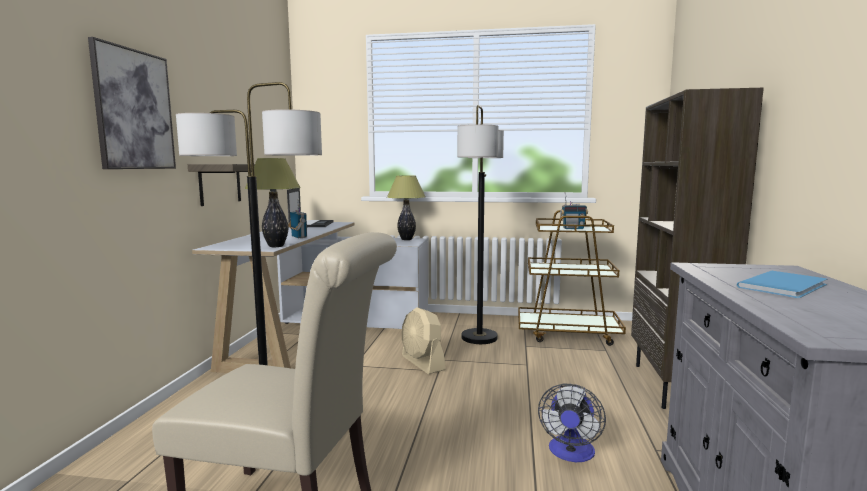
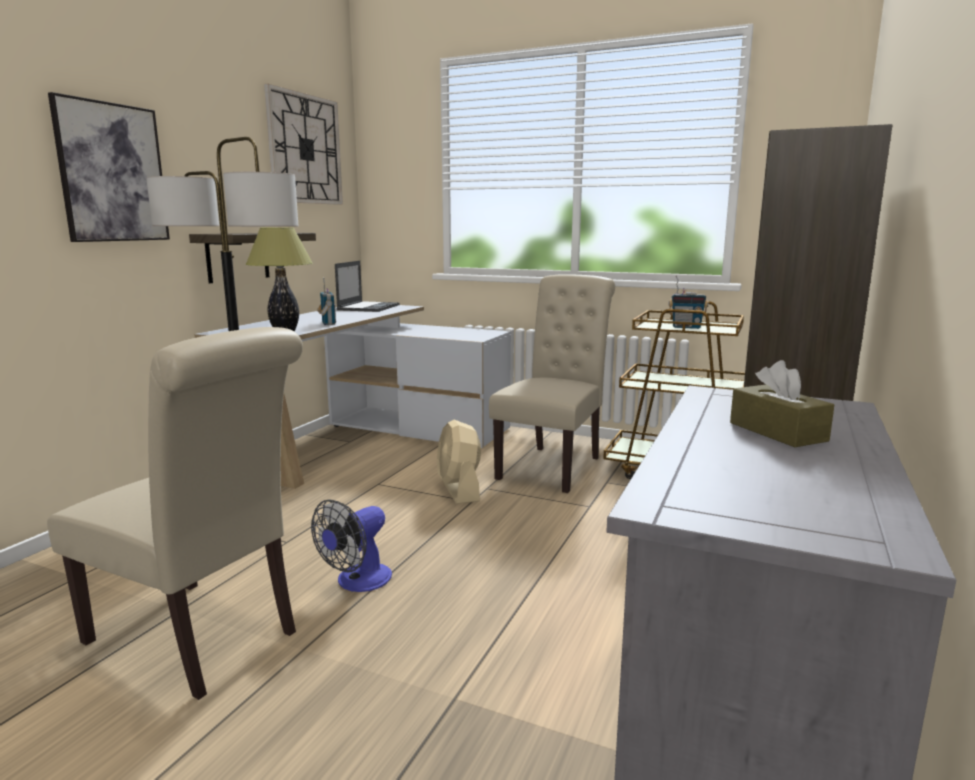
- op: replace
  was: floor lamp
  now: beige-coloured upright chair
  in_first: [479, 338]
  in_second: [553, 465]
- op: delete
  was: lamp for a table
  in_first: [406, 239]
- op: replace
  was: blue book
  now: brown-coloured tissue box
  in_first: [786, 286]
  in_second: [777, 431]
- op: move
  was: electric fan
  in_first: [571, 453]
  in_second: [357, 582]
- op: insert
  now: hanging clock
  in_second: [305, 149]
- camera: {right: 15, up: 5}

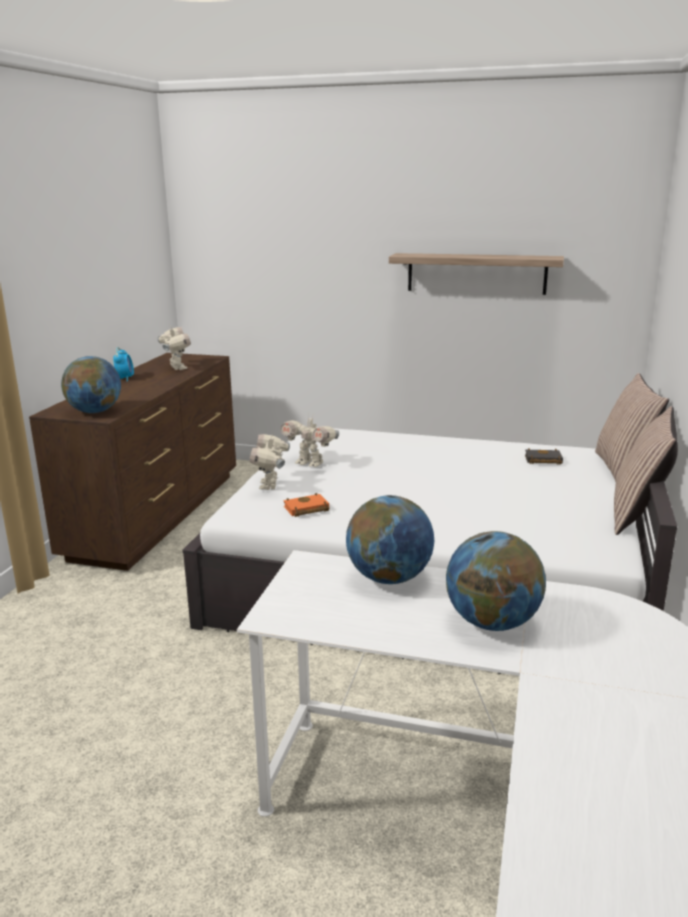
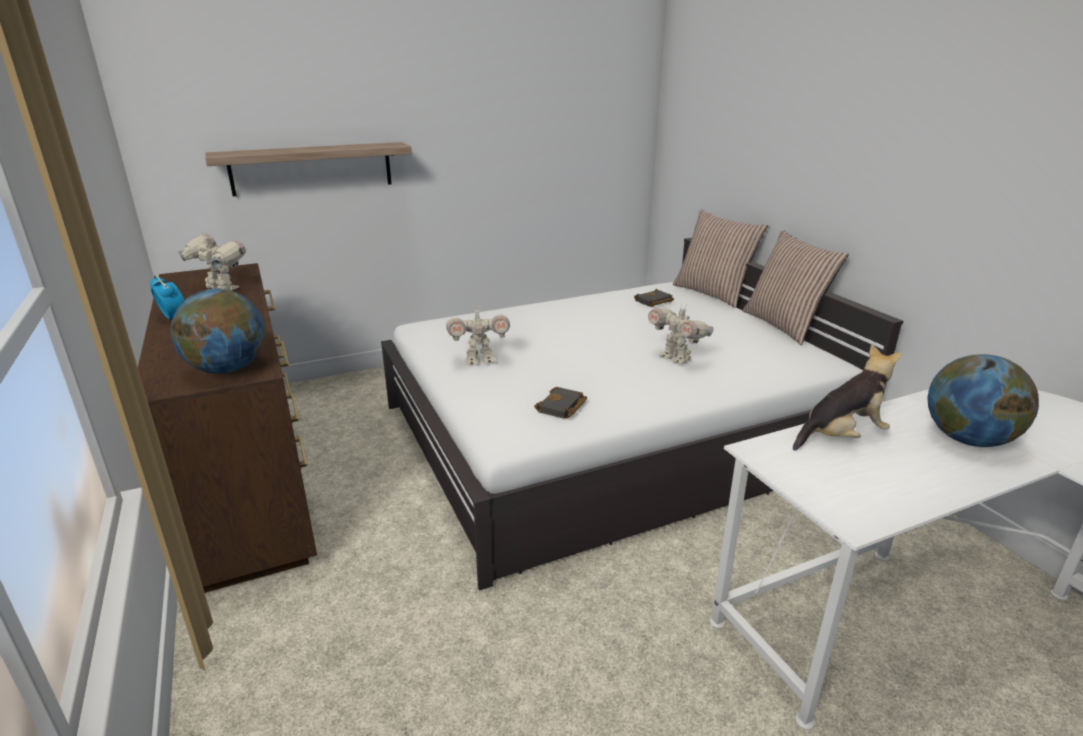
- op: move
  was: bracket shelf
  in_first: [476, 273]
  in_second: [312, 168]
- op: move
  was: robot figure
  in_first: [270, 485]
  in_second: [676, 358]
- op: recolor
  was: orangey book
  now: blackish book
  in_first: [306, 509]
  in_second: [562, 407]
- op: replace
  was: desk globe
  now: soft toy
  in_first: [389, 578]
  in_second: [841, 436]
- camera: {right: -40, up: 5}

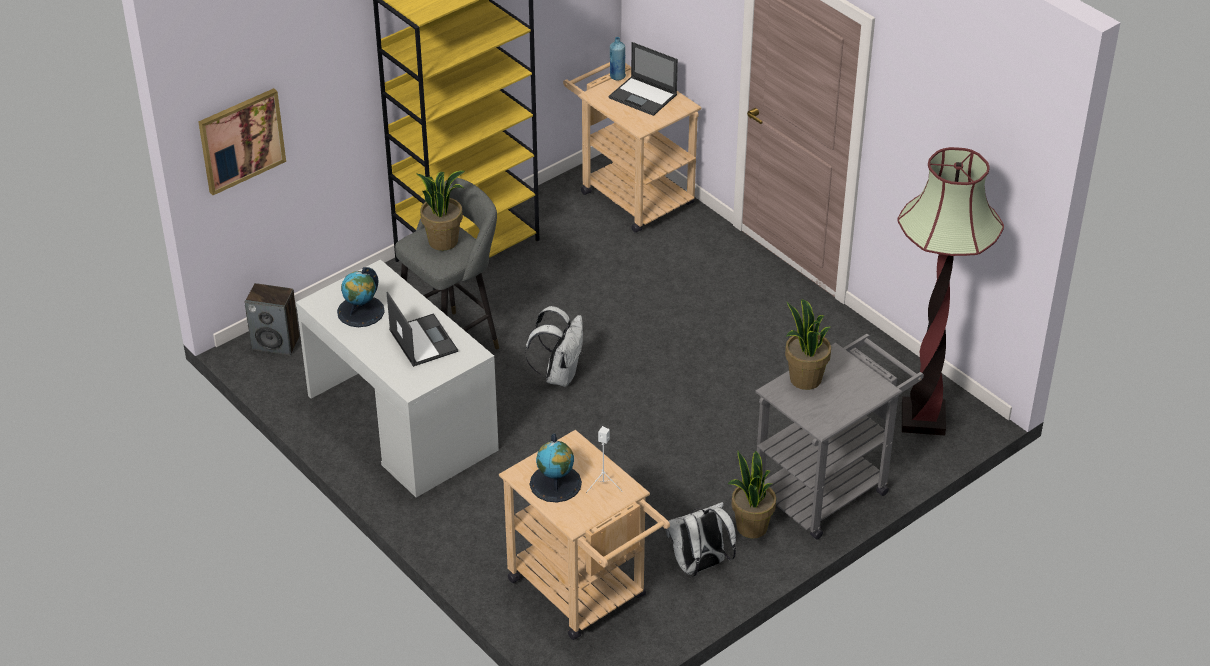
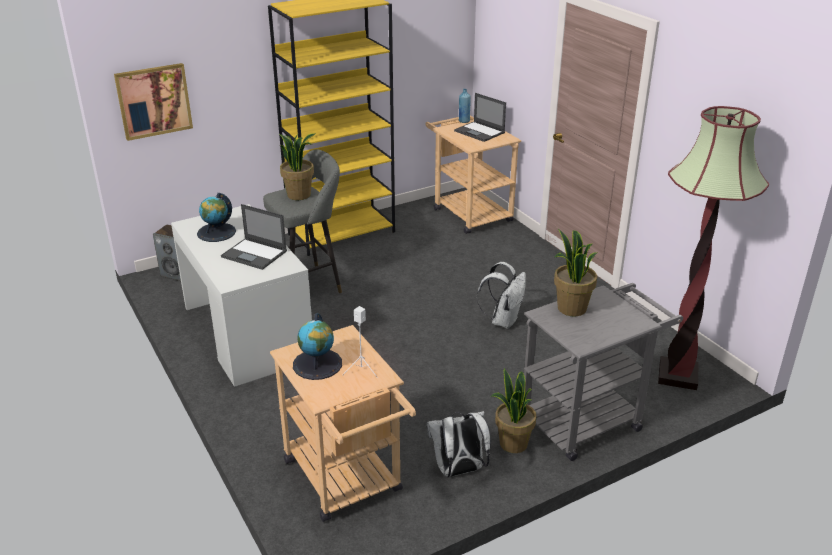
- op: rotate
  was: laptop
  in_first: [422, 340]
  in_second: [255, 254]
  clockwise: 135
- op: move
  was: whitish rucksack
  in_first: [559, 375]
  in_second: [503, 320]
- camera: {right: 10, up: -10}

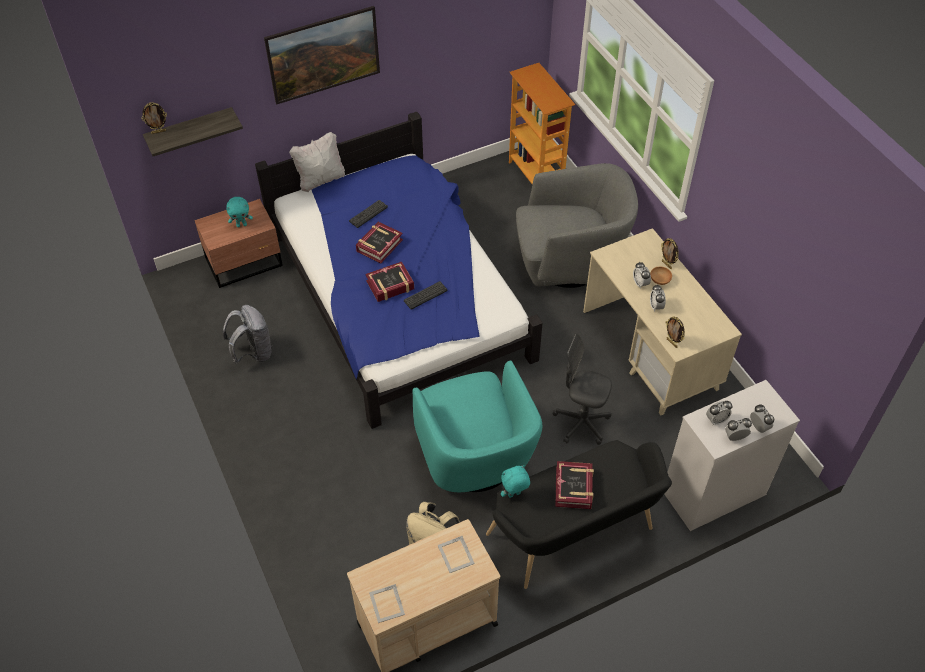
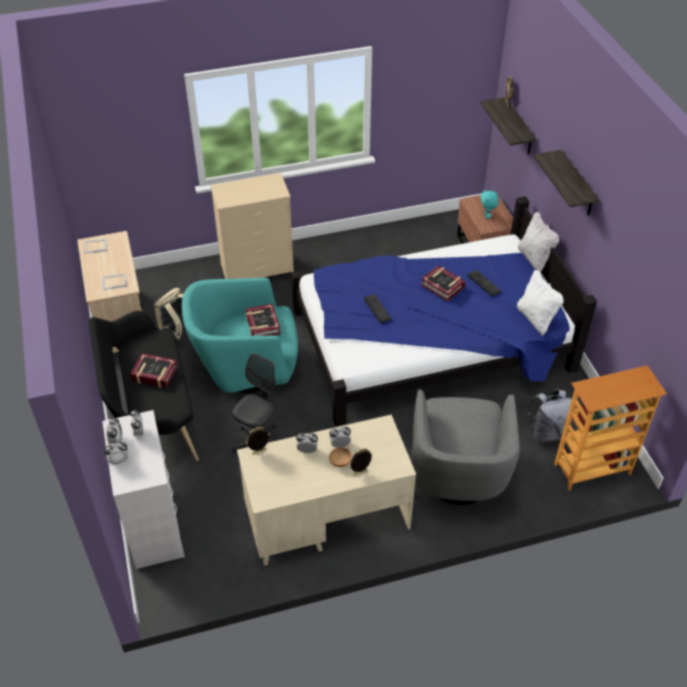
- op: replace
  was: wall art
  now: bracket shelf
  in_first: [326, 71]
  in_second: [577, 184]
- op: move
  was: book
  in_first: [390, 285]
  in_second: [262, 324]
- op: move
  was: greyish rucksack
  in_first: [253, 353]
  in_second: [546, 433]
- op: delete
  was: blue-green soft toy
  in_first: [514, 495]
- op: insert
  now: beige-coloured dresser
  in_second: [257, 269]
- op: insert
  now: whitish cushion
  in_second: [535, 319]
- camera: {right: 100, up: -5}

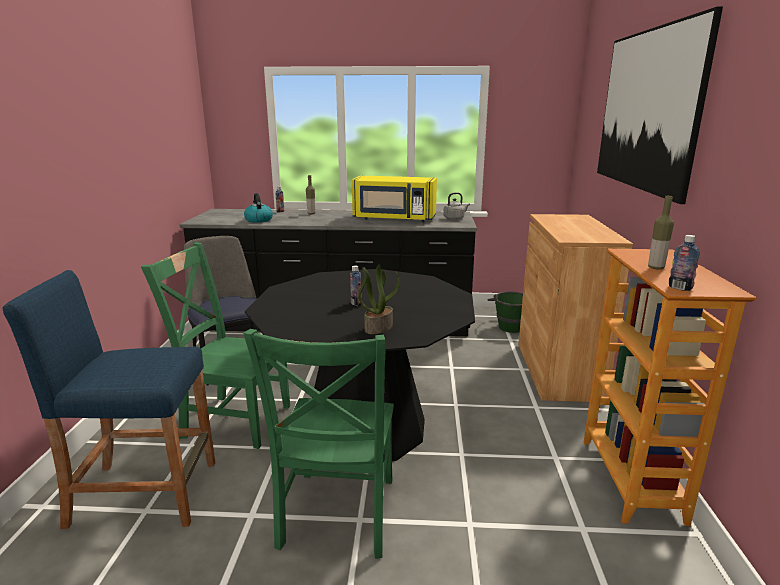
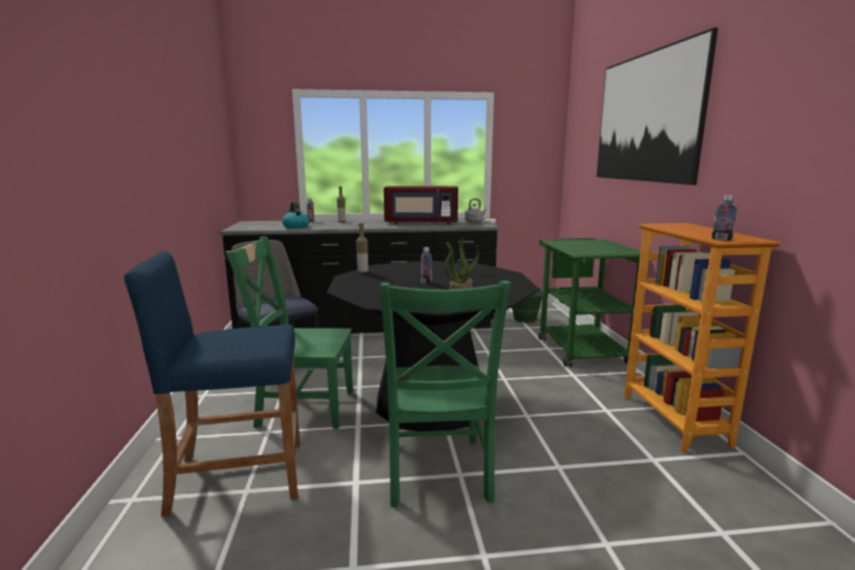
- op: recolor
  was: yellow-coloured microwave
  now: reddish microwave
  in_first: [394, 219]
  in_second: [421, 223]
- op: move
  was: bottle
  in_first: [656, 268]
  in_second: [363, 272]
- op: replace
  was: brown-coloured cupboard
  now: greenish wheeled cart
  in_first: [558, 370]
  in_second: [578, 347]
- camera: {right: -10, up: -5}

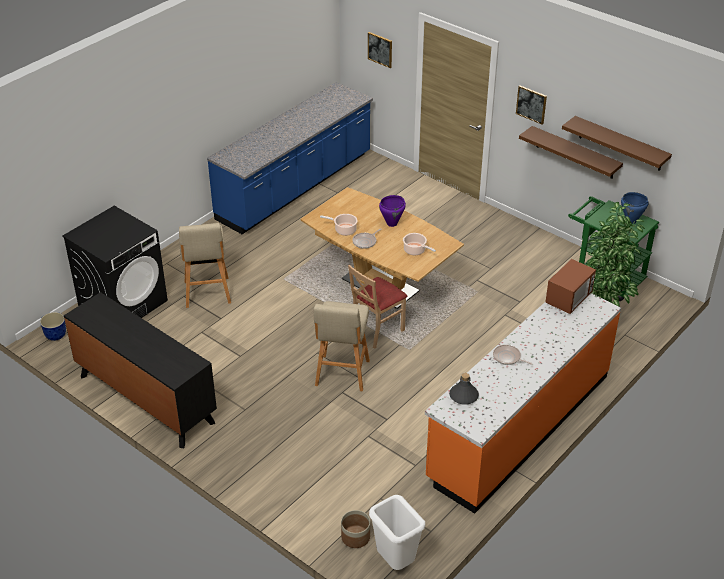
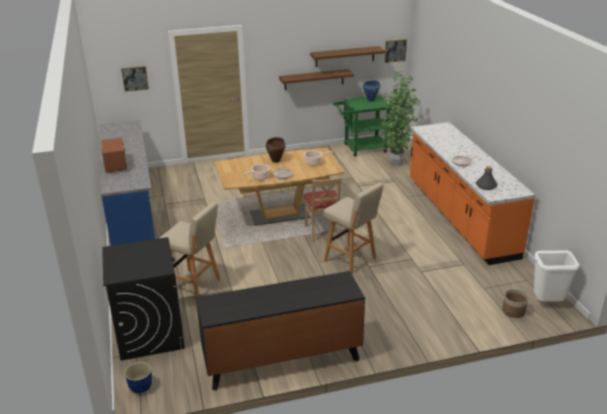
- op: move
  was: wall art
  in_first: [531, 104]
  in_second: [395, 50]
- op: recolor
  was: purple saucepot
  now: brown-coloured saucepot
  in_first: [392, 223]
  in_second: [276, 161]
- op: move
  was: microwave
  in_first: [568, 299]
  in_second: [116, 166]
- camera: {right: -55, up: -10}

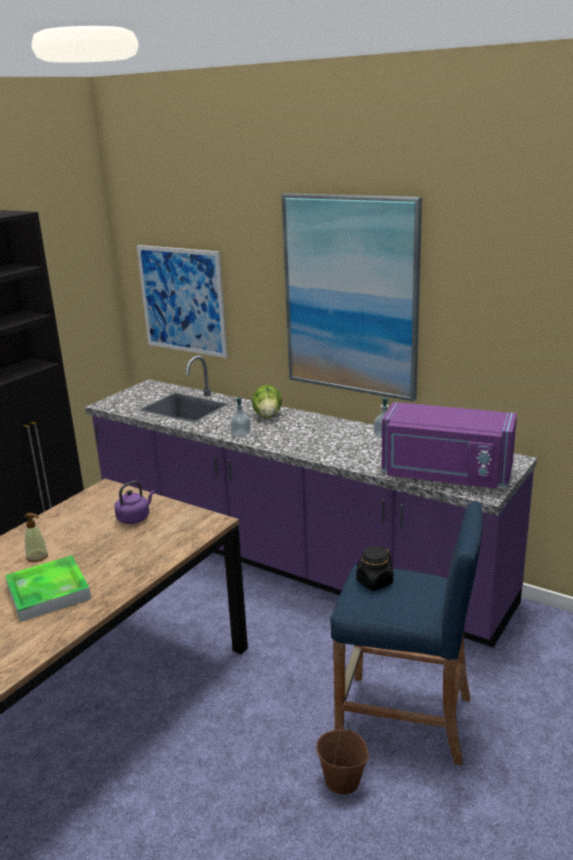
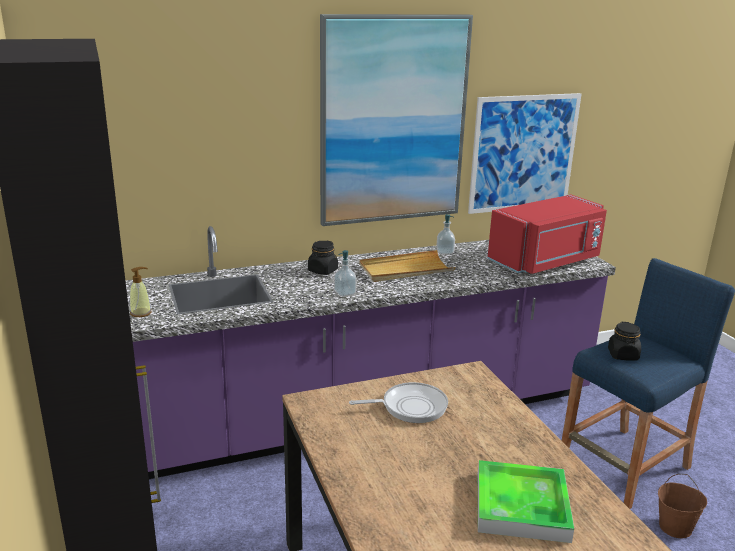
- op: move
  was: wall art
  in_first: [182, 300]
  in_second: [523, 153]
- op: replace
  was: lettuce head
  now: blackish jar
  in_first: [268, 416]
  in_second: [322, 271]
- op: recolor
  was: purple microwave
  now: reddish microwave
  in_first: [445, 475]
  in_second: [546, 261]
- op: replace
  was: purple tea kettle
  now: pan
  in_first: [135, 518]
  in_second: [410, 407]
- op: move
  was: soap bottle
  in_first: [37, 557]
  in_second: [141, 313]
- op: insert
  now: beige-coloured serving tray
  in_second: [405, 270]
- camera: {right: -55, up: 0}

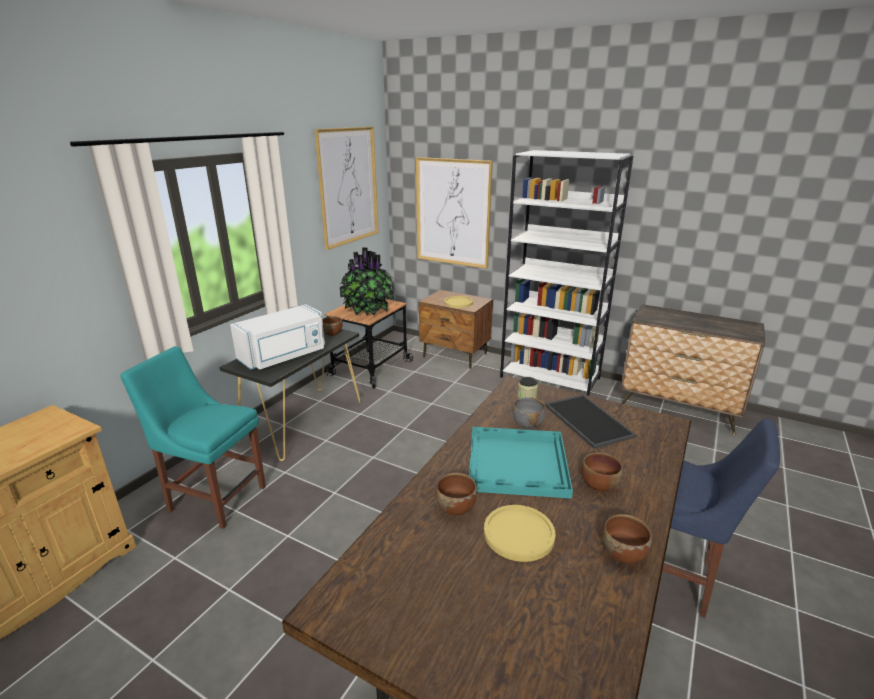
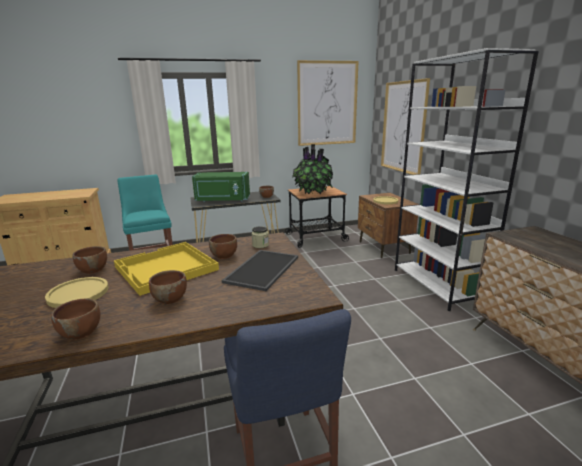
- op: recolor
  was: whitish microwave
  now: greenish microwave
  in_first: [284, 356]
  in_second: [222, 200]
- op: recolor
  was: greyish serving bowl
  now: brown-coloured serving bowl
  in_first: [527, 423]
  in_second: [224, 255]
- op: recolor
  was: blue-green serving tray
  now: yellow-coloured serving tray
  in_first: [518, 464]
  in_second: [165, 269]
- camera: {right: 45, up: -5}

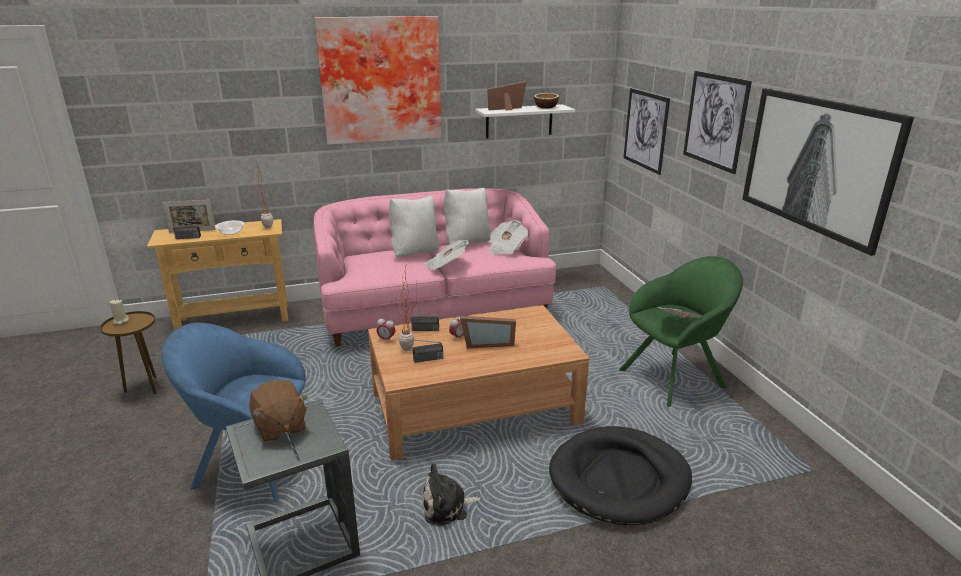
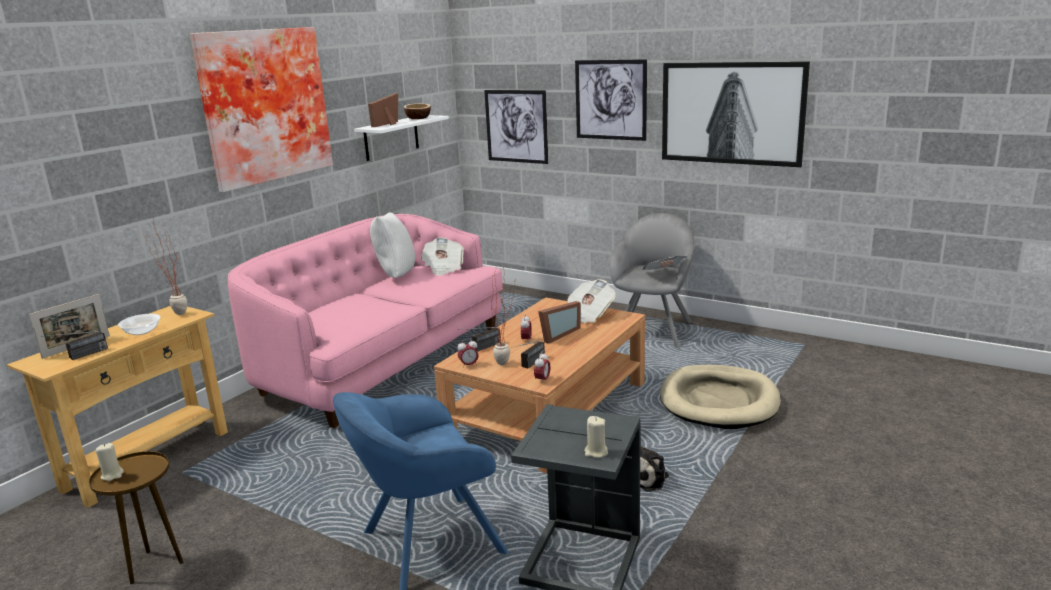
- op: delete
  was: whitish cushion
  in_first: [414, 253]
- op: move
  was: newspaper
  in_first: [446, 266]
  in_second: [587, 316]
- op: recolor
  was: greenish easy chair
  now: greyish easy chair
  in_first: [675, 377]
  in_second: [653, 330]
- op: delete
  was: brown-coloured soft toy
  in_first: [280, 427]
- op: recolor
  was: blackish pet bed
  now: beige-coloured pet bed
  in_first: [619, 479]
  in_second: [719, 401]
- op: insert
  now: table clock
  in_second: [542, 380]
- op: insert
  now: beige-coloured wax candle
  in_second: [596, 452]
- camera: {right: -40, up: -5}

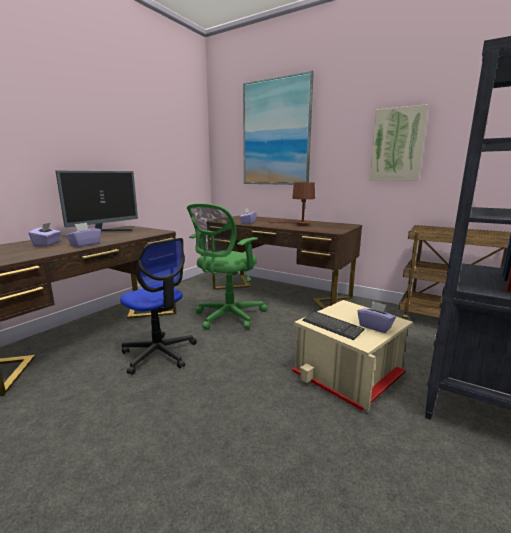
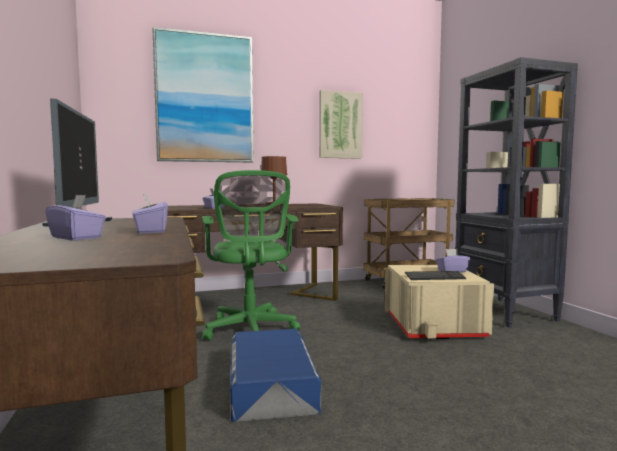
- op: replace
  was: desk chair
  now: blue storage box
  in_first: [159, 354]
  in_second: [271, 384]
- camera: {right: -50, up: -10}

